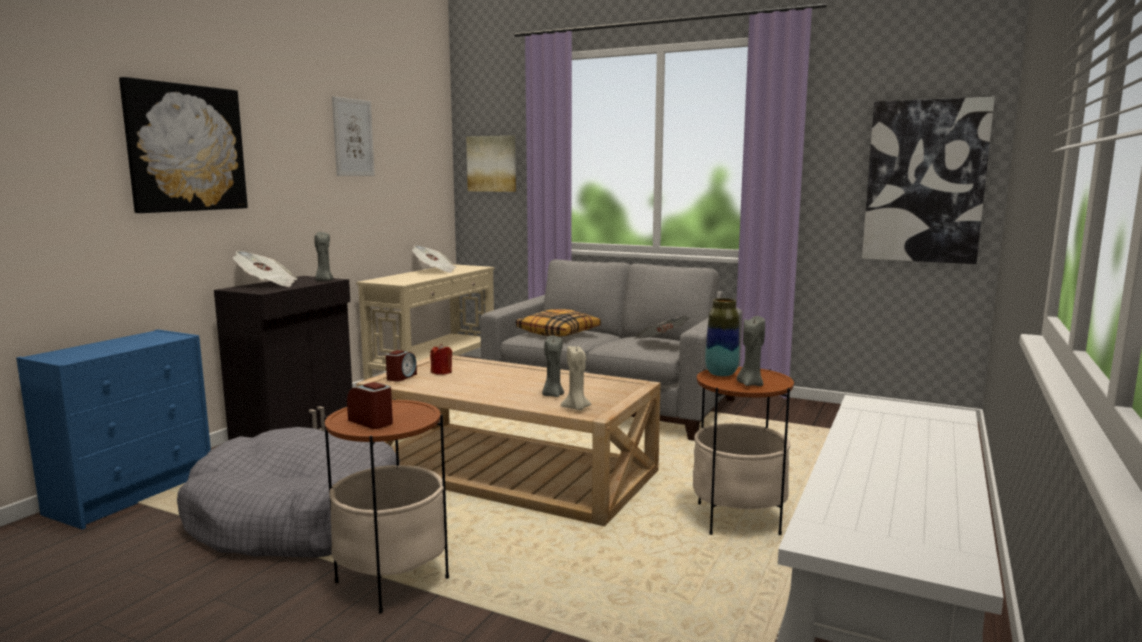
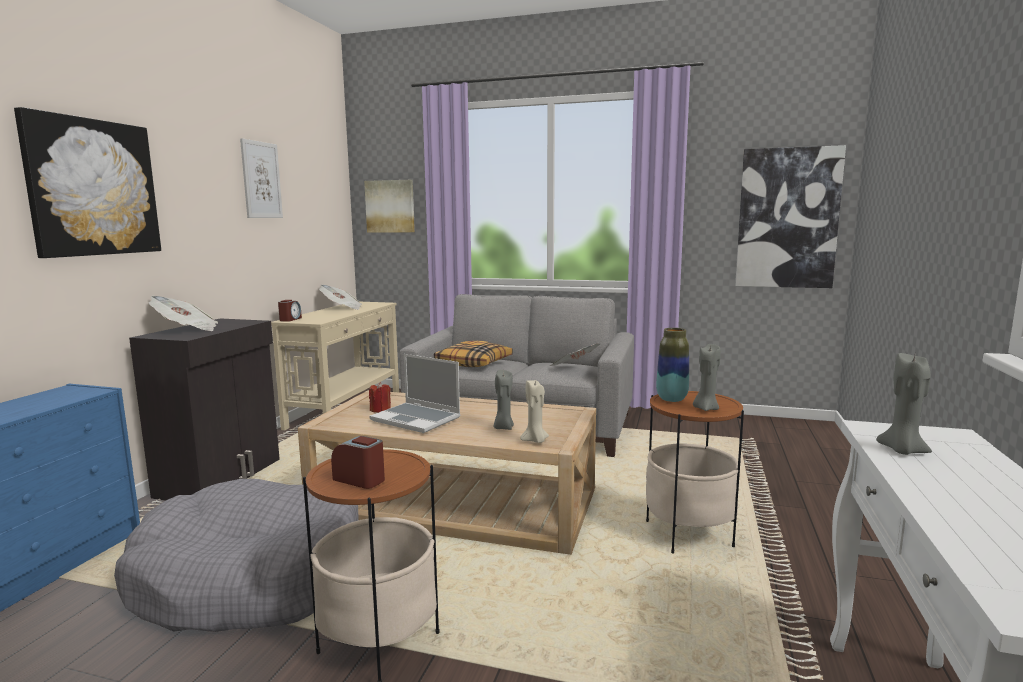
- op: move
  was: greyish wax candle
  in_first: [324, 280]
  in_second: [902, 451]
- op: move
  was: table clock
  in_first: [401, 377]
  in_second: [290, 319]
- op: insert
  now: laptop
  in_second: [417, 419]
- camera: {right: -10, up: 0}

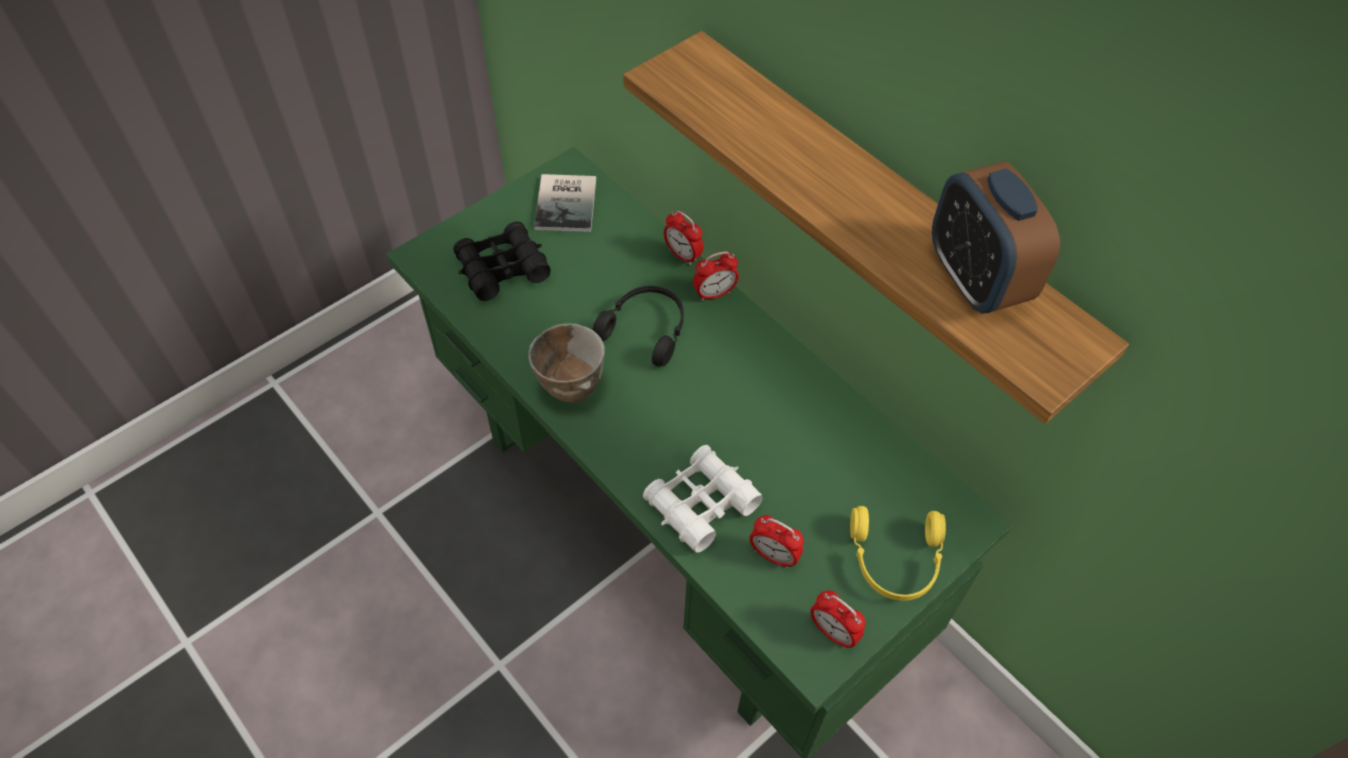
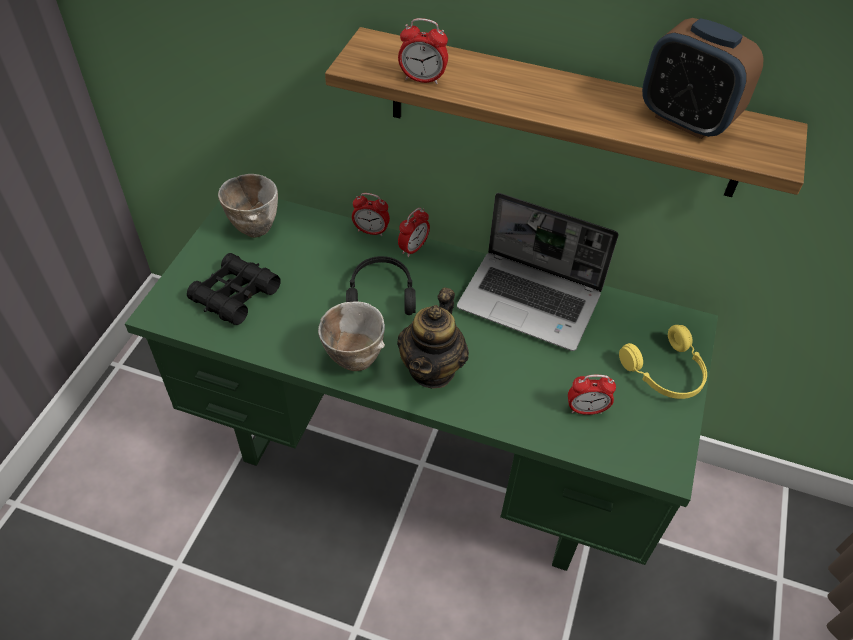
- op: replace
  was: book
  now: serving bowl
  in_first: [568, 202]
  in_second: [255, 227]
- op: delete
  was: whitish binoculars
  in_first: [701, 504]
- op: move
  was: table clock
  in_first: [833, 632]
  in_second: [422, 79]
- op: insert
  now: laptop
  in_second: [531, 301]
- op: insert
  now: pot for tea
  in_second: [432, 369]
- camera: {right: -30, up: -5}

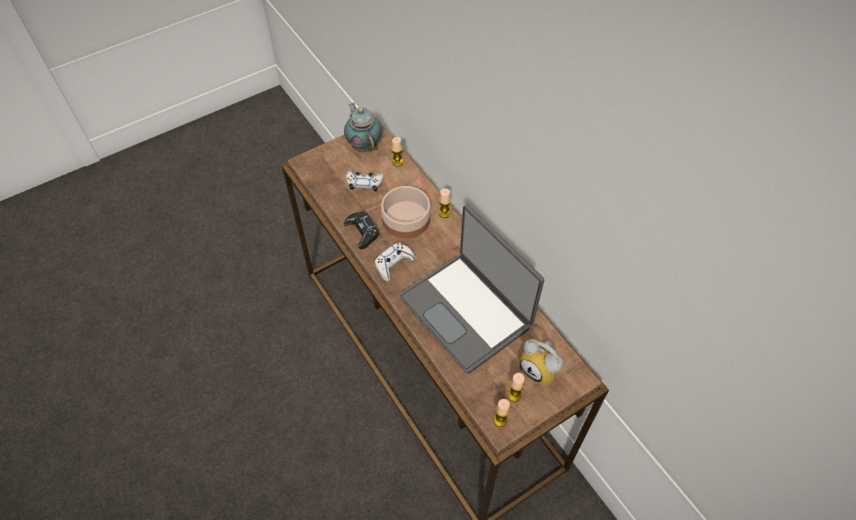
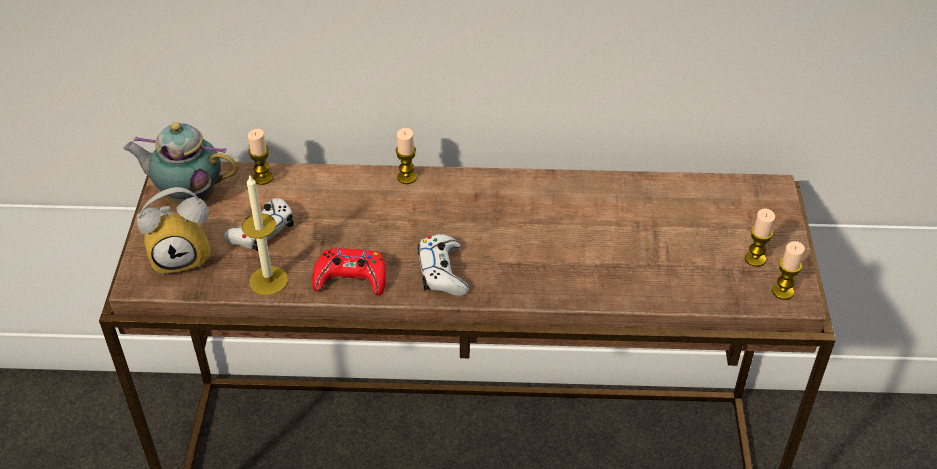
- op: delete
  was: serving bowl
  in_first: [405, 219]
- op: delete
  was: laptop
  in_first: [467, 311]
- op: recolor
  was: blackish game controller
  now: reddish game controller
  in_first: [362, 232]
  in_second: [351, 278]
- op: move
  was: table clock
  in_first: [541, 370]
  in_second: [183, 256]
- op: insert
  now: wax candle
  in_second: [268, 281]
- camera: {right: -55, up: -10}

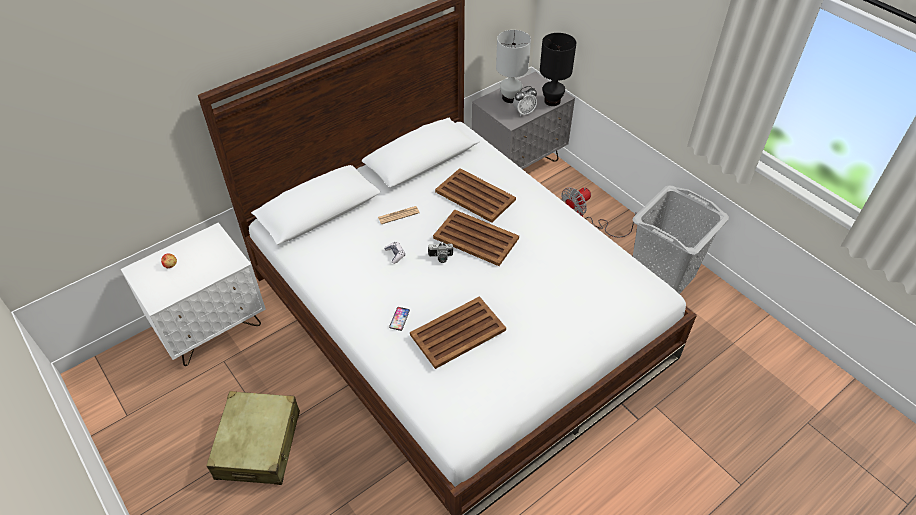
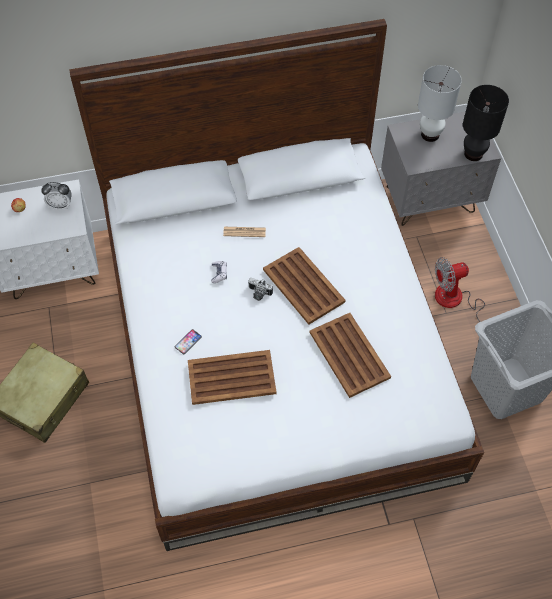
- op: move
  was: table clock
  in_first: [524, 112]
  in_second: [60, 205]
- op: move
  was: brown-coloured serving tray
  in_first: [474, 195]
  in_second: [349, 354]
- camera: {right: 25, up: 10}

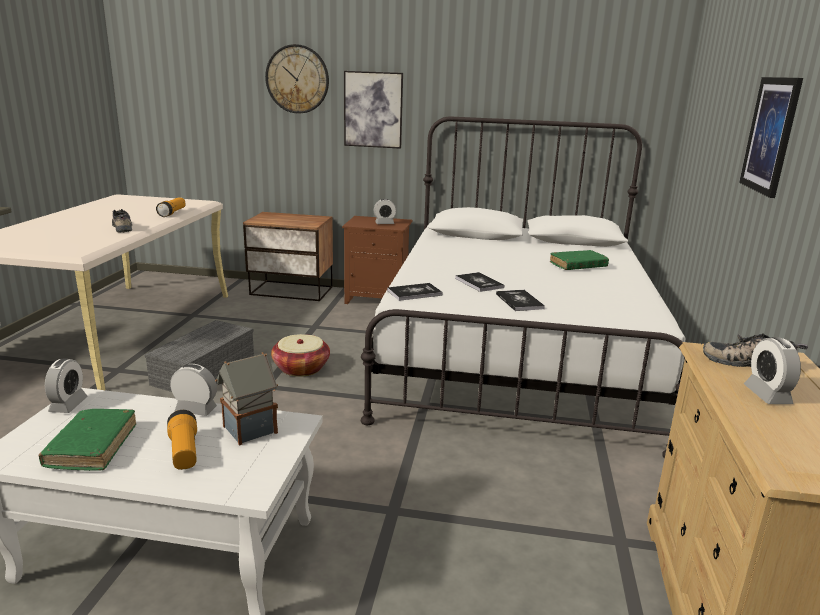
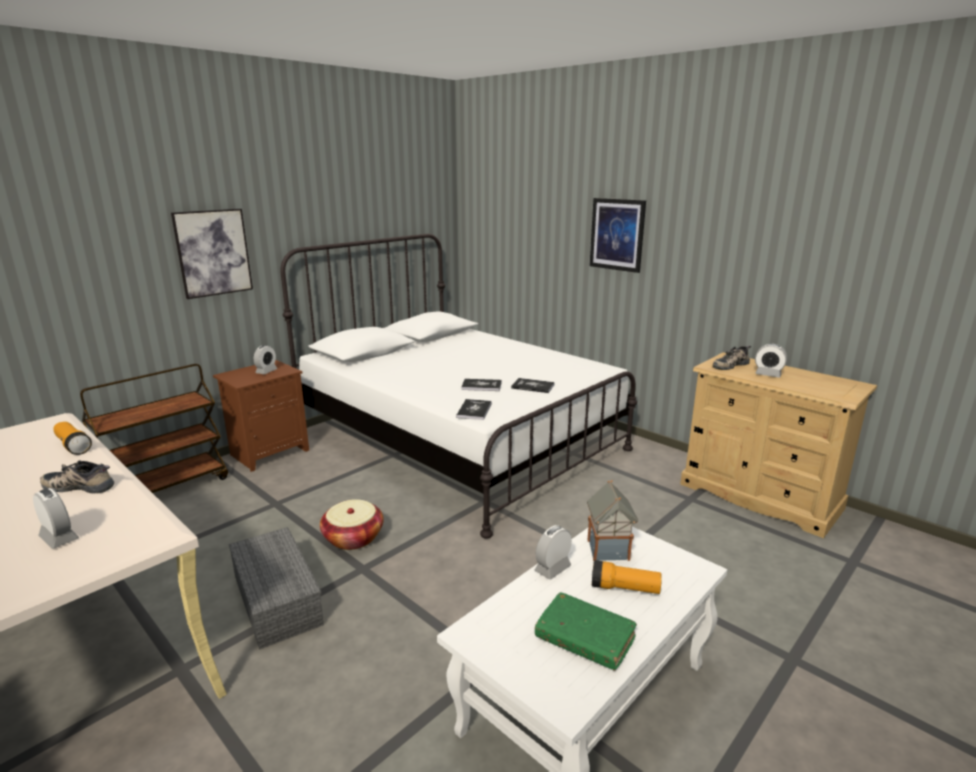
- op: delete
  was: hanging clock
  in_first: [297, 79]
- op: replace
  was: night table
  now: brown-coloured wheeled cart
  in_first: [292, 291]
  in_second: [167, 489]
- op: delete
  was: greenish book
  in_first: [578, 266]
- op: move
  was: table clock
  in_first: [68, 405]
  in_second: [59, 538]
- camera: {right: -55, up: 0}

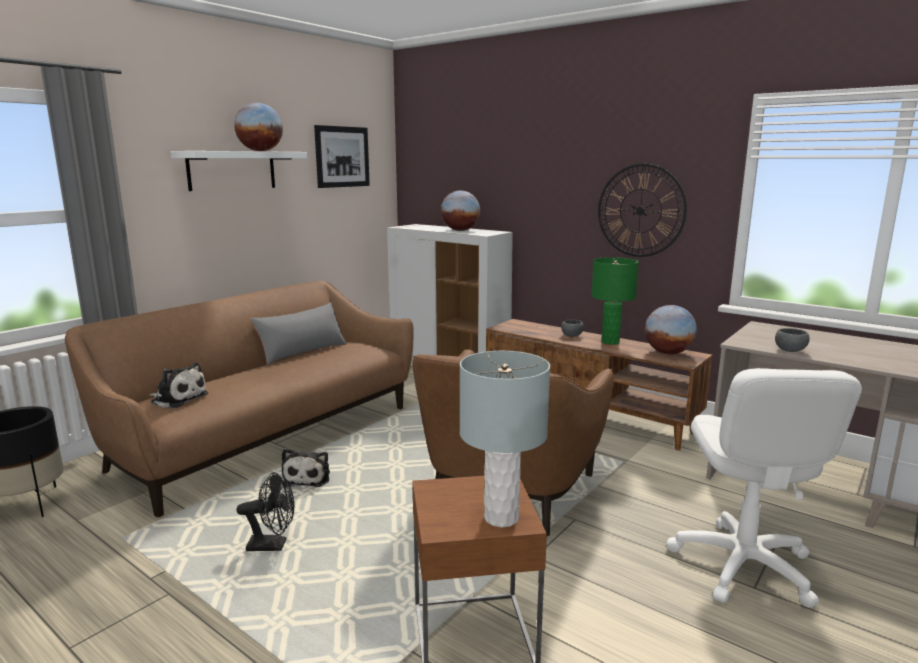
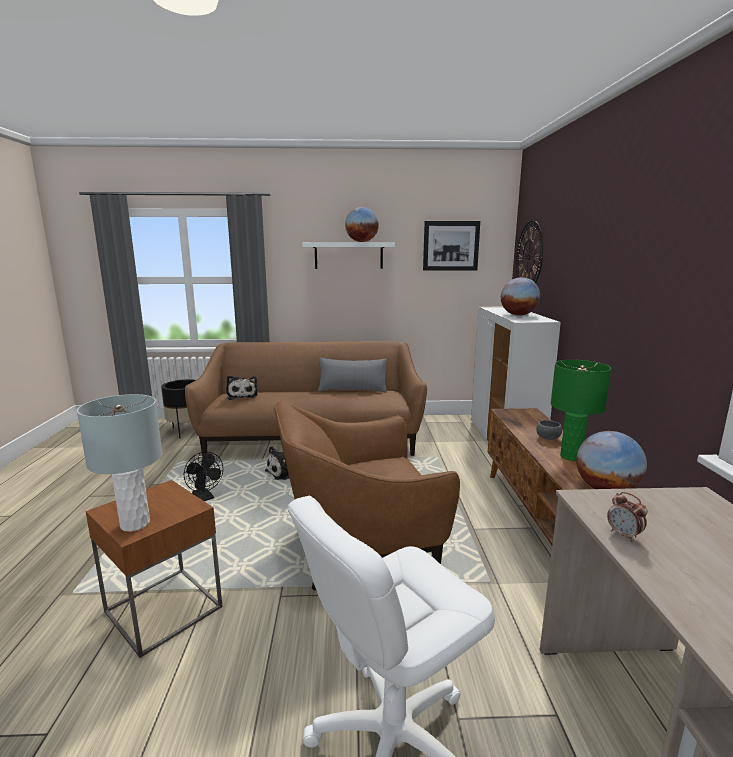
- op: move
  was: hanging clock
  in_first: [640, 210]
  in_second: [529, 256]
- op: replace
  was: greyish serving bowl
  now: table clock
  in_first: [790, 350]
  in_second: [624, 535]
- camera: {right: 50, up: 0}

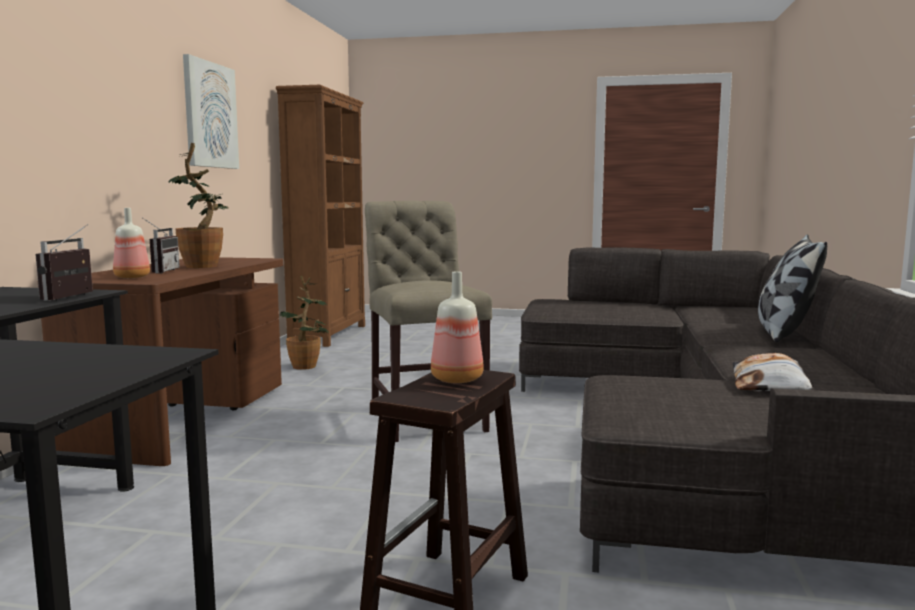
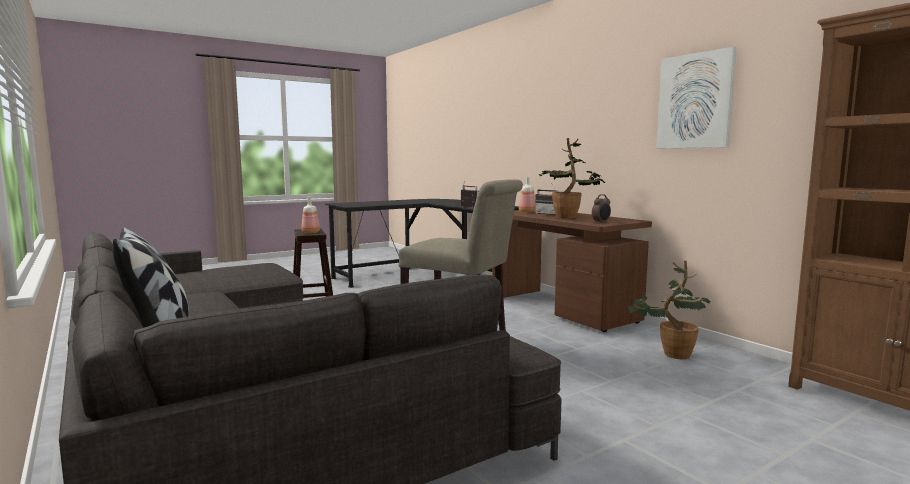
- op: delete
  was: cushion
  in_first: [769, 384]
- op: insert
  now: table clock
  in_second: [601, 223]
- camera: {right: 135, up: 0}

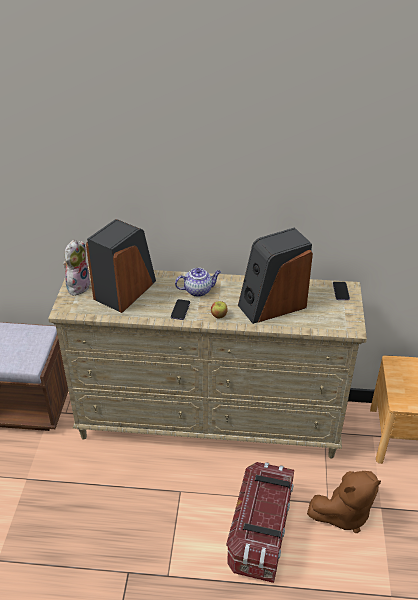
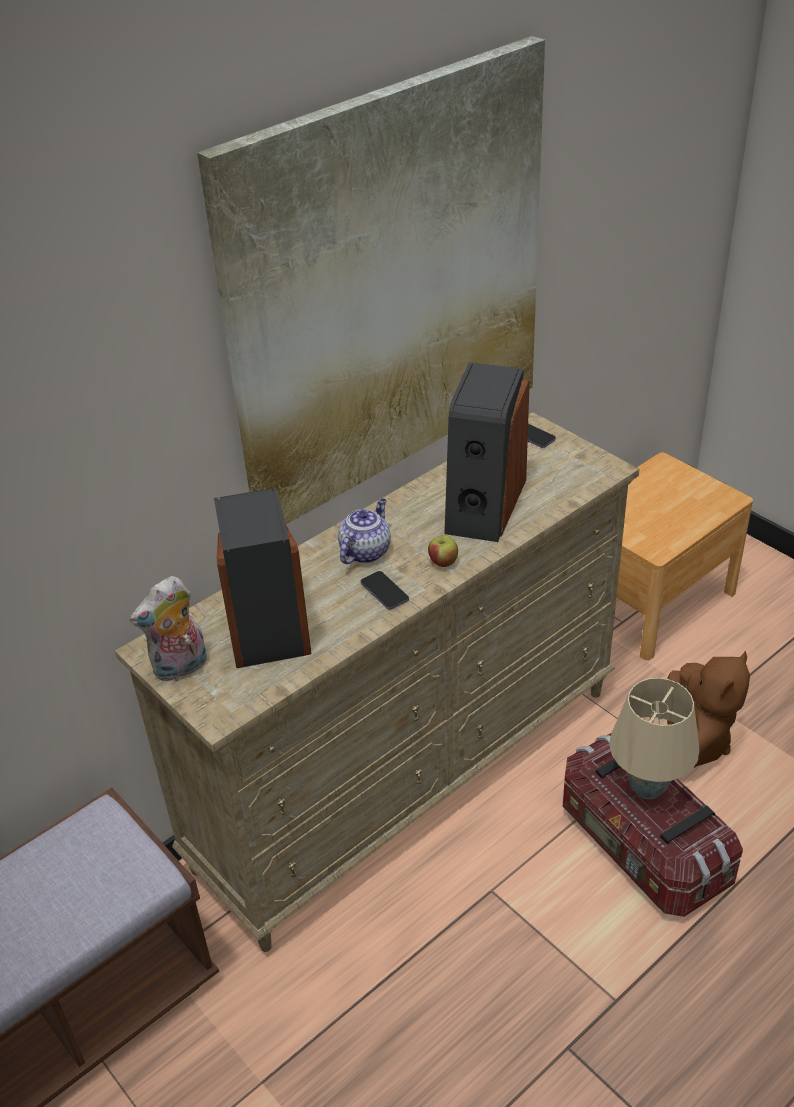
- op: rotate
  was: soft toy
  in_first: [78, 286]
  in_second: [180, 668]
  clockwise: -105
- op: insert
  now: wall art
  in_second: [389, 288]
- op: insert
  now: beige-coloured lamp for a table
  in_second: [648, 789]
- camera: {right: -45, up: 0}

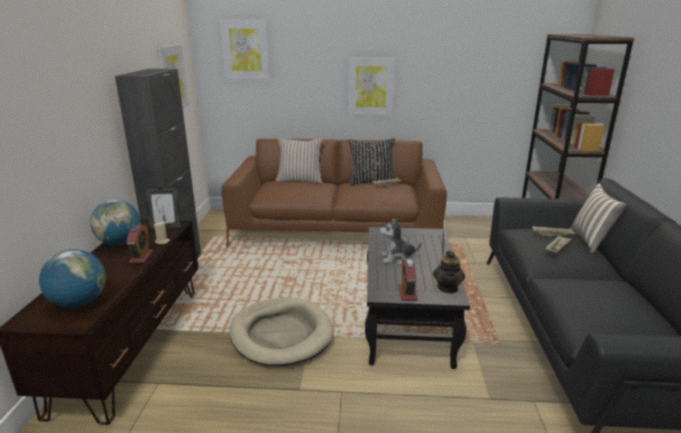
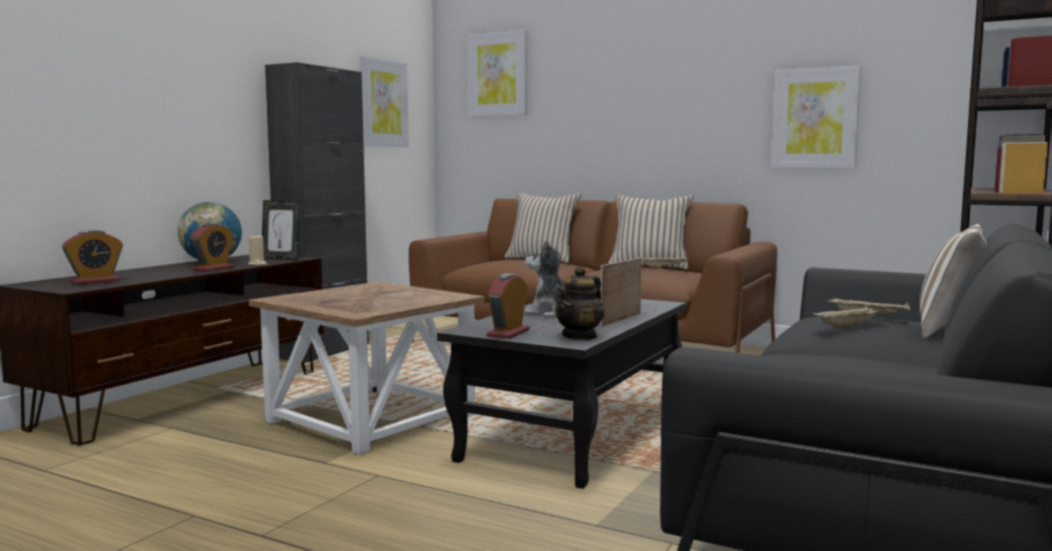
- op: move
  was: wall art
  in_first: [370, 86]
  in_second: [815, 118]
- op: recolor
  was: blackish cushion
  now: beige-coloured cushion
  in_first: [371, 182]
  in_second: [649, 266]
- op: replace
  was: desk globe
  now: table clock
  in_first: [79, 303]
  in_second: [95, 281]
- op: replace
  was: beige-coloured pet bed
  now: brown-coloured accent table
  in_first: [281, 334]
  in_second: [371, 418]
- camera: {right: 25, up: -15}

